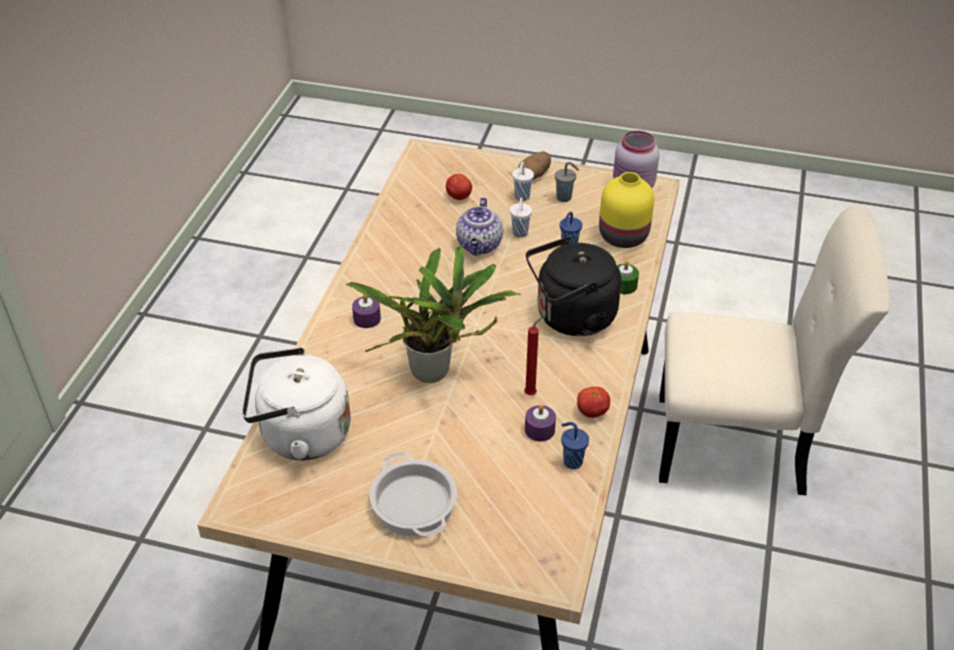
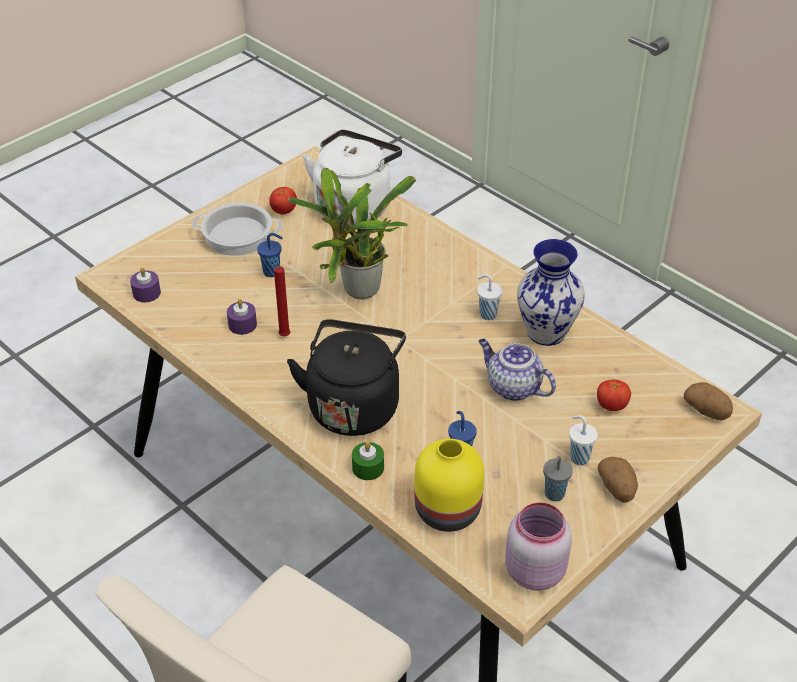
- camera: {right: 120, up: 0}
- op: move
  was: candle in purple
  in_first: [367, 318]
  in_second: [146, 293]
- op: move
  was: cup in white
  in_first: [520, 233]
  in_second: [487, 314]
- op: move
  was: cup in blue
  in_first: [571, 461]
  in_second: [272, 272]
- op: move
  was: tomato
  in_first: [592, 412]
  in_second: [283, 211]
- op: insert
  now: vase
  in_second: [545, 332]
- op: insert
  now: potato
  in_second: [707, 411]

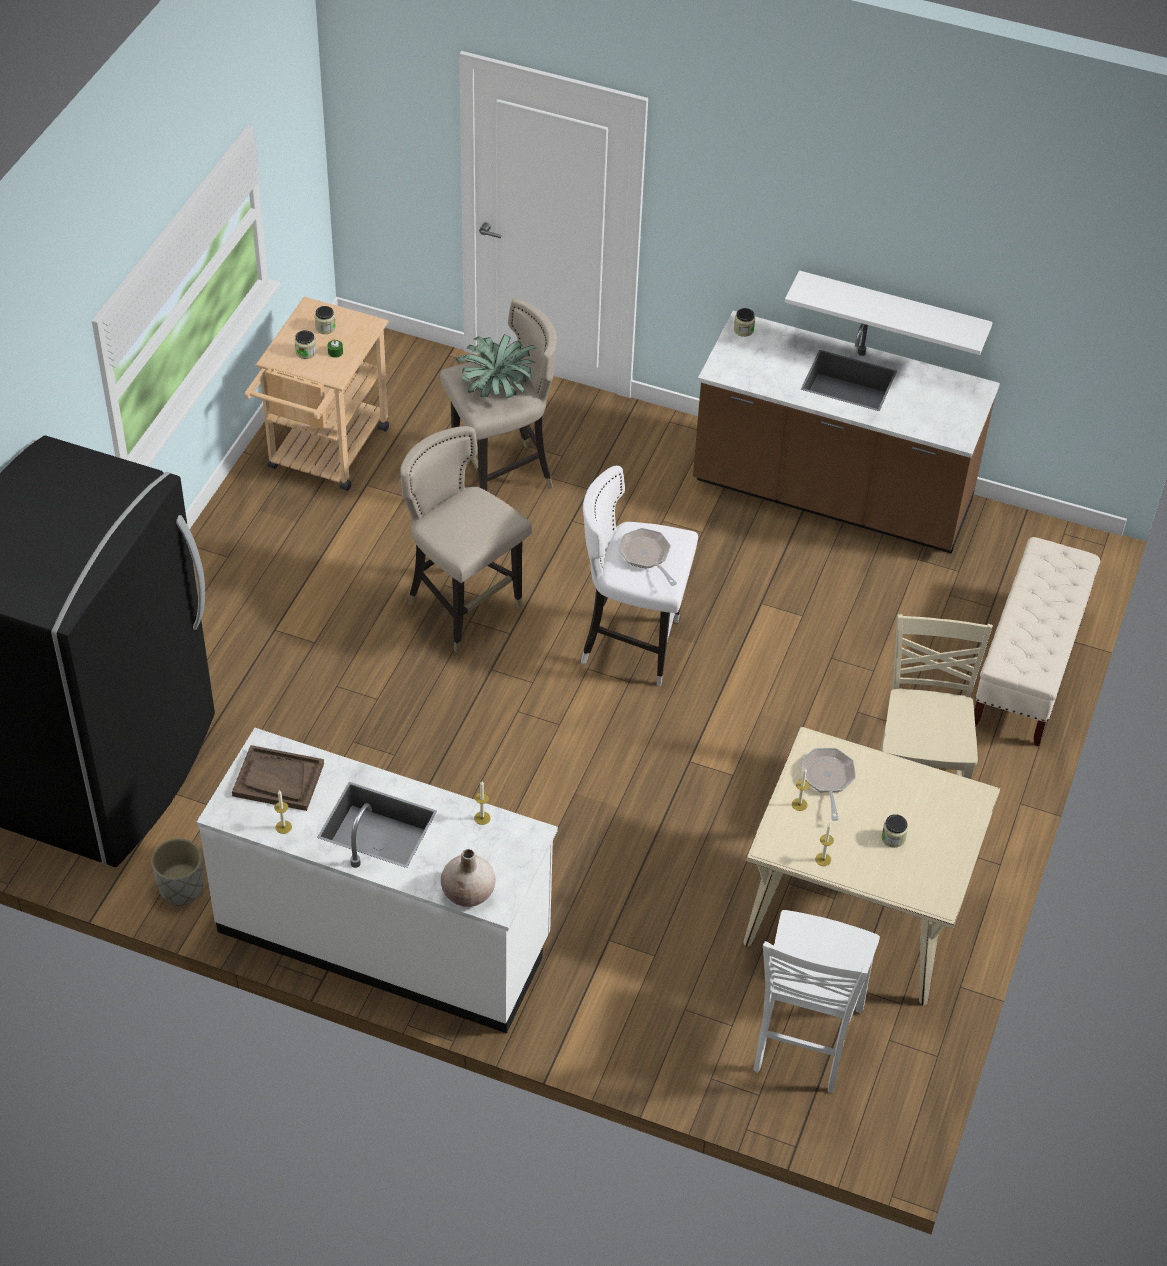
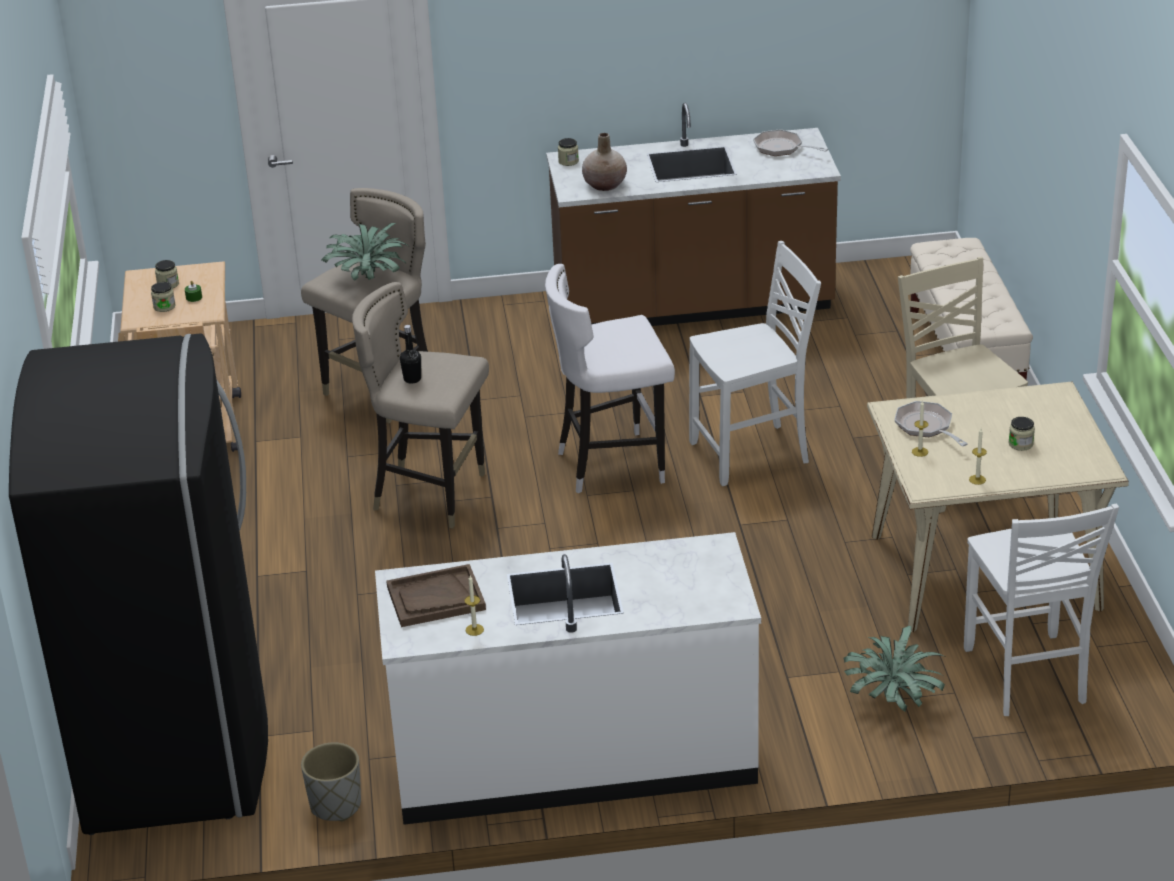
- camera: {right: -25, up: -15}
- op: move
  was: vase in beige
  in_first: [468, 892]
  in_second: [605, 185]
- op: delete
  was: candle
  in_first: [482, 818]
- op: move
  was: frying pan
  in_first: [646, 556]
  in_second: [782, 148]
- op: delete
  was: shelf in white
  in_first: [892, 312]
- op: insert
  now: bottle in black
  in_second: [412, 379]
- op: insert
  now: chair in white
  in_second: [752, 454]
- op: insert
  now: potted plant
  in_second: [894, 699]

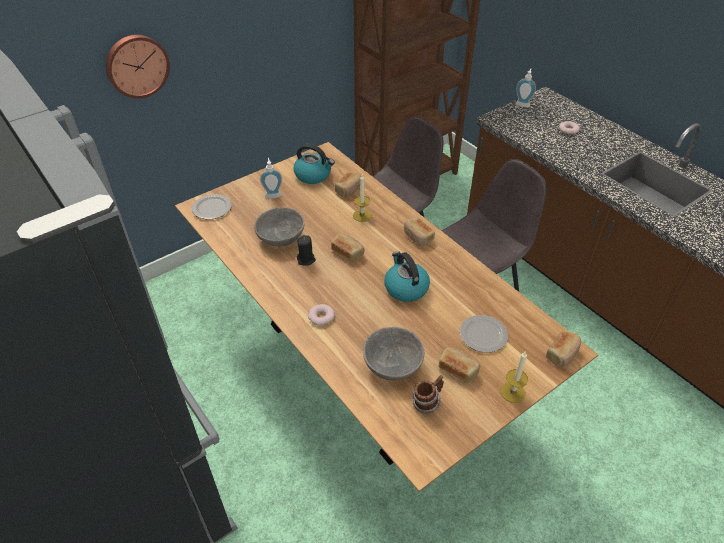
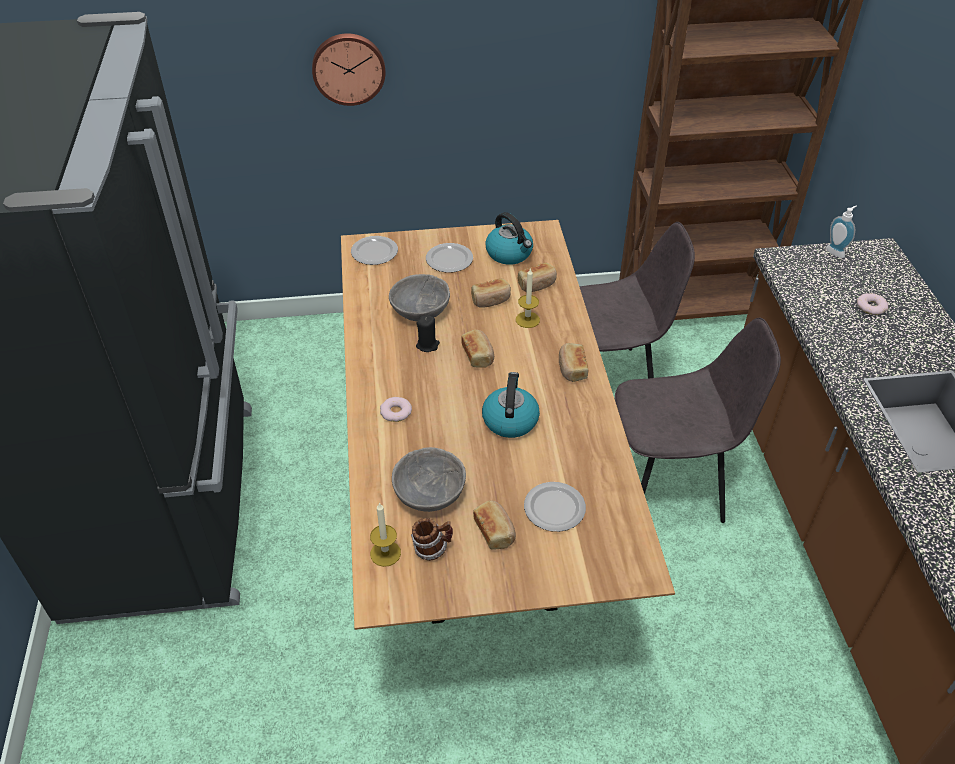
- camera: {right: 30, up: 0}
- op: replace
  was: soap dispenser
  now: plate
  in_first: [273, 194]
  in_second: [448, 260]
- op: move
  was: candle
  in_first: [512, 392]
  in_second: [385, 553]
- op: move
  was: bread
  in_first: [562, 354]
  in_second: [491, 300]

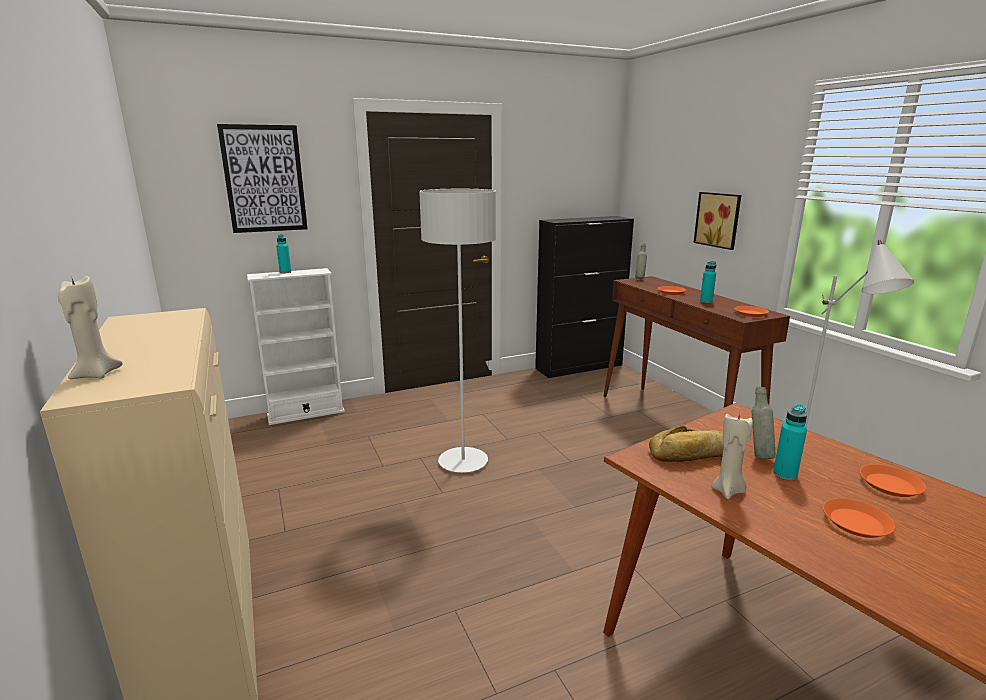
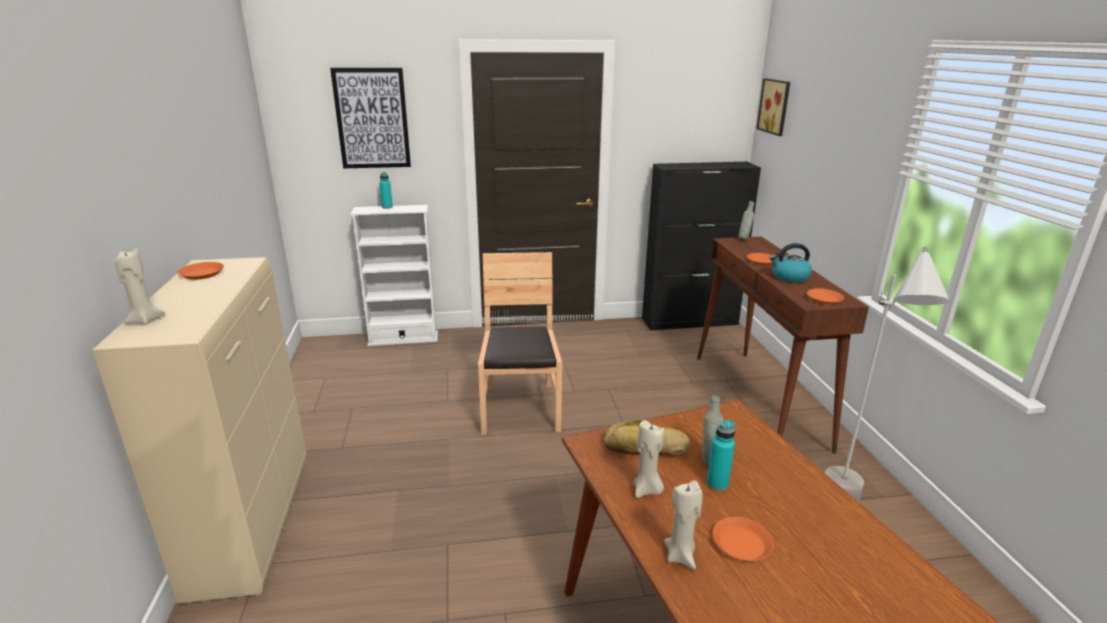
- camera: {right: 15, up: 5}
- op: replace
  was: floor lamp in grey
  now: chair in brown
  in_first: [463, 462]
  in_second: [520, 408]
- op: move
  was: picture
  in_first: [719, 220]
  in_second: [776, 106]
- op: replace
  was: bottle in turquoise
  now: kettle
  in_first: [706, 301]
  in_second: [789, 277]
- op: move
  was: plate in orange
  in_first: [889, 485]
  in_second: [202, 274]
- op: insert
  now: candle in beige
  in_second: [681, 556]

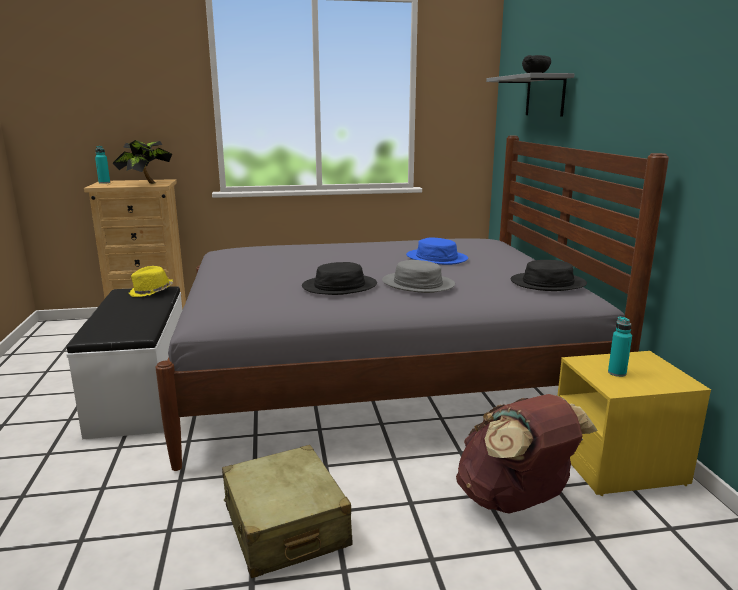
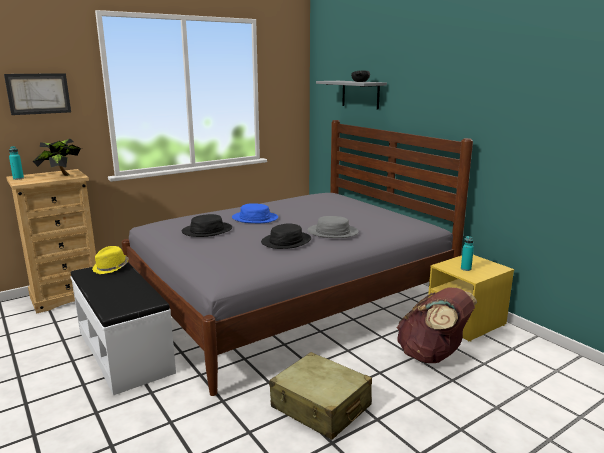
- camera: {right: -25, up: 0}
- op: move
  was: hat in blue
  in_first: [436, 258]
  in_second: [255, 218]
- op: move
  was: hat in black
  in_first: [547, 283]
  in_second: [207, 230]
- op: insert
  now: picture
  in_second: [38, 93]

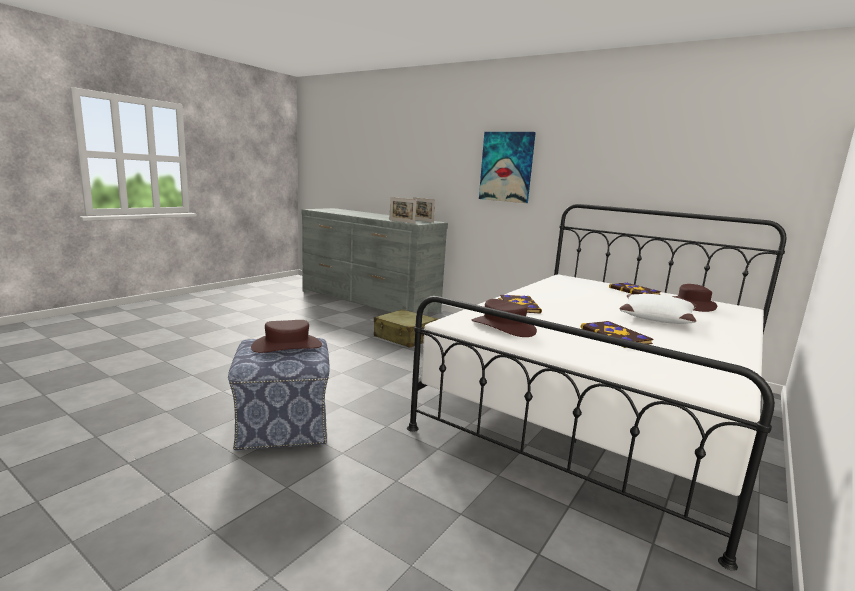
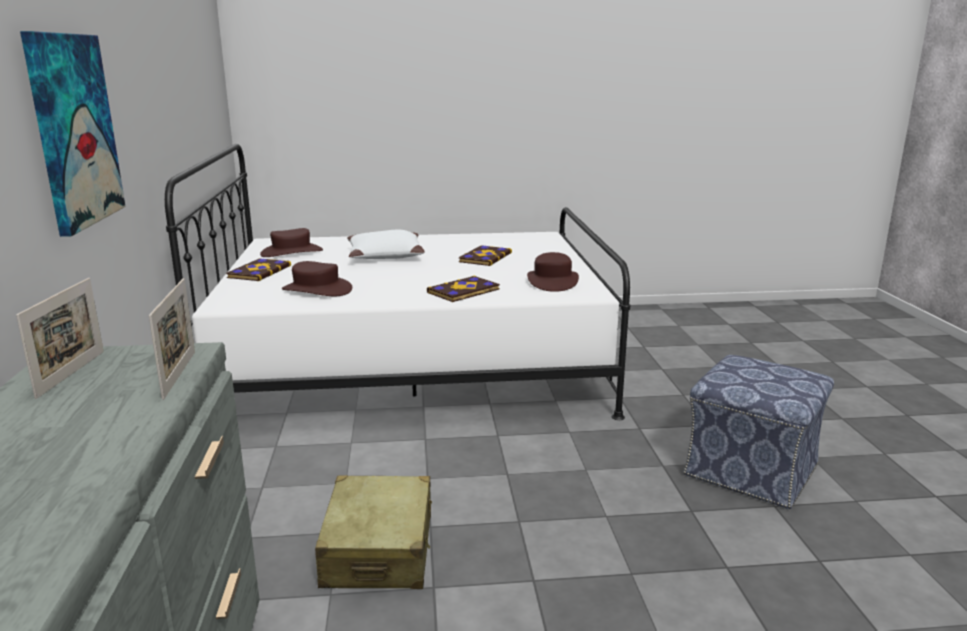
- camera: {right: -130, up: 5}
- op: move
  was: hat in brown
  in_first: [287, 346]
  in_second: [316, 290]

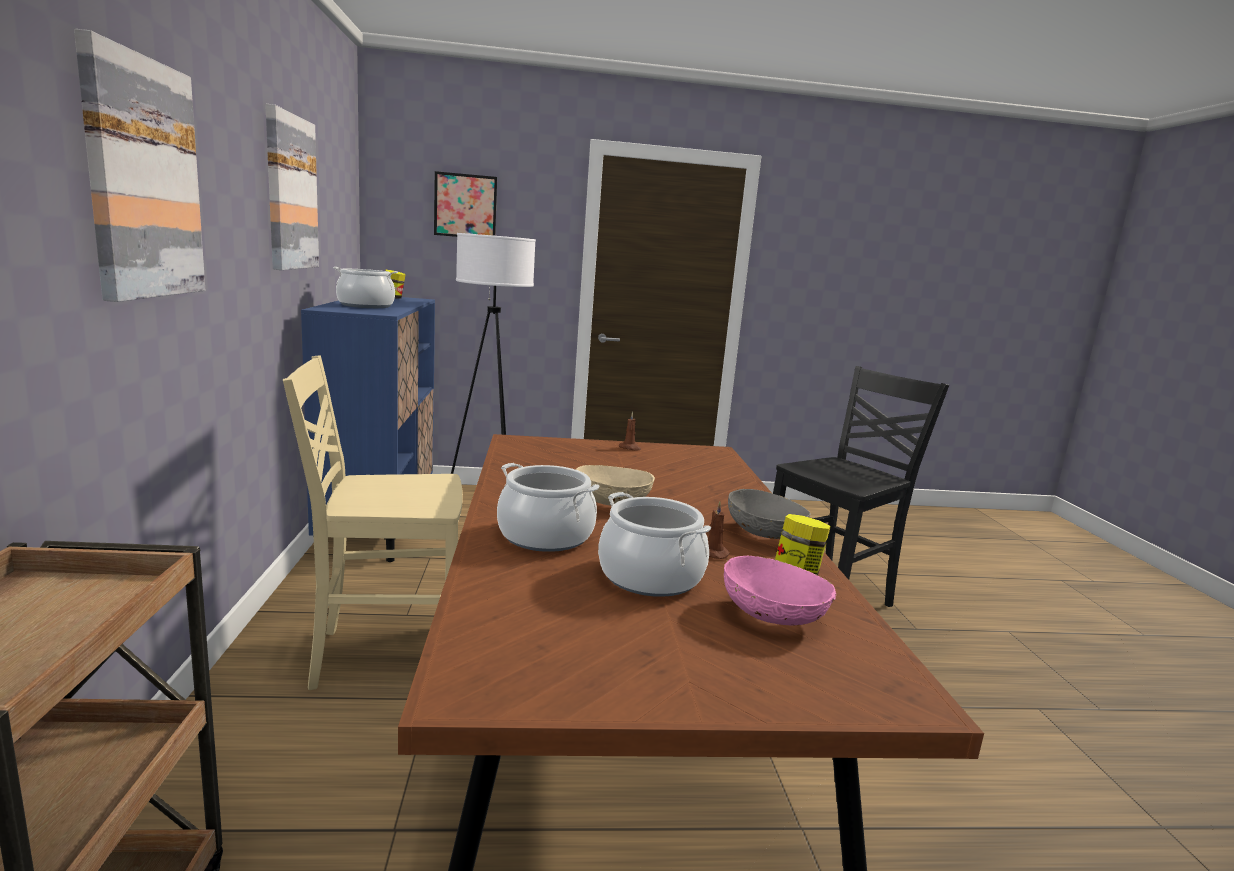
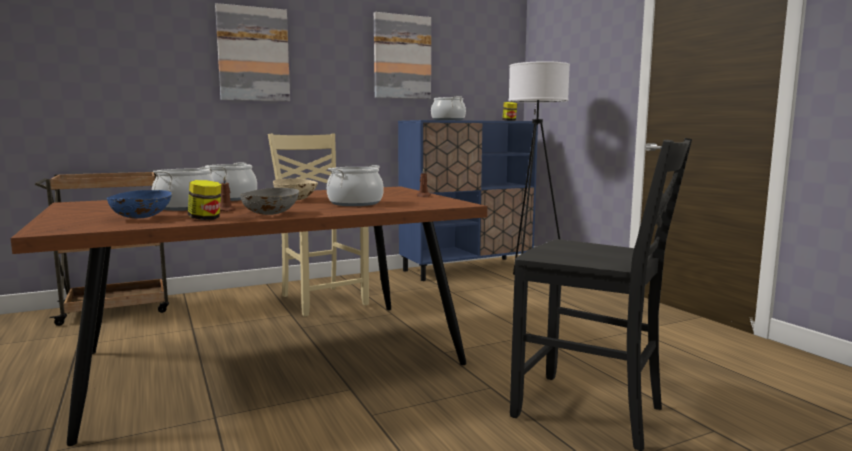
- camera: {right: 70, up: -5}
- op: delete
  was: picture
  in_first: [465, 206]
- op: recolor
  was: bowl in pink
  now: bowl in blue
  in_first: [773, 616]
  in_second: [142, 218]
- op: insert
  now: cooking pot
  in_second: [355, 203]

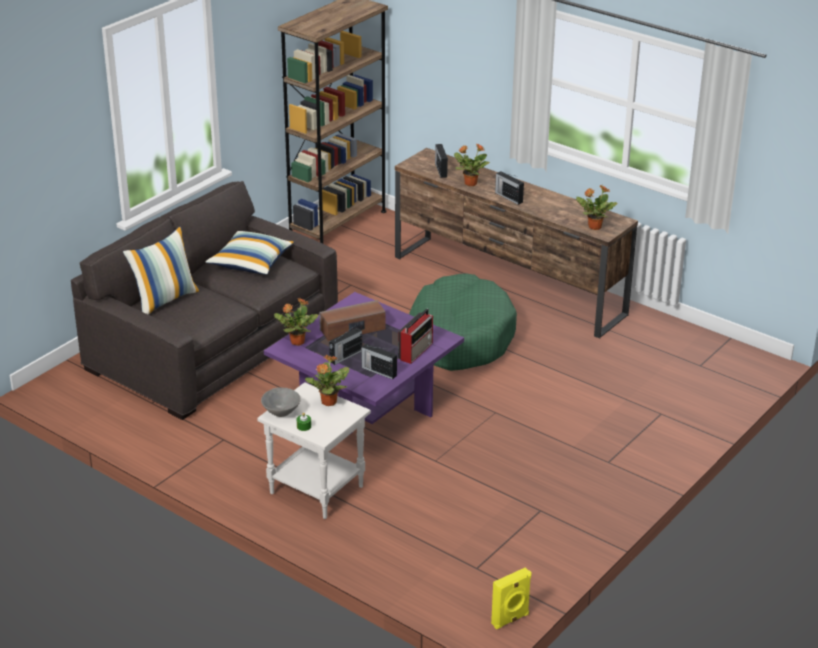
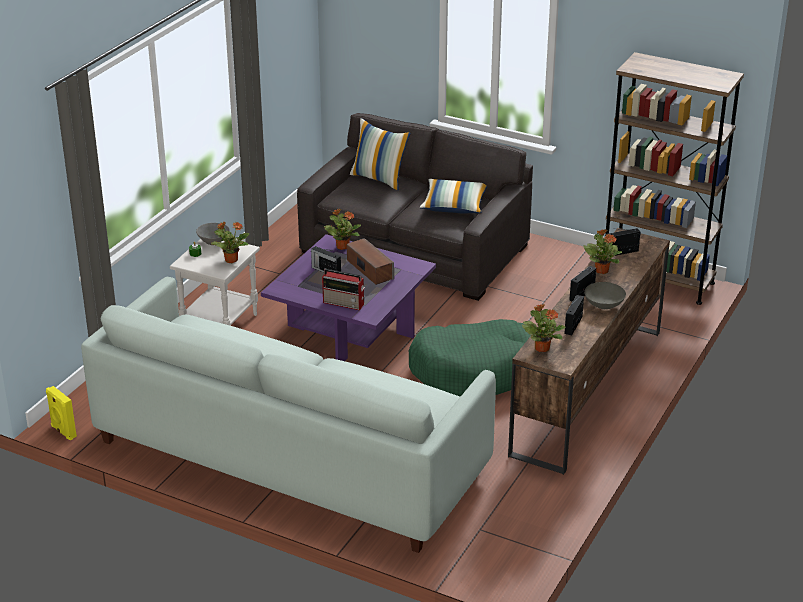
- camera: {right: 80, up: 0}
- op: move
  was: radio
  in_first: [378, 371]
  in_second: [573, 325]
- op: insert
  now: sofa in white
  in_second: [290, 456]
- op: insert
  now: bowl in grey
  in_second: [604, 305]

